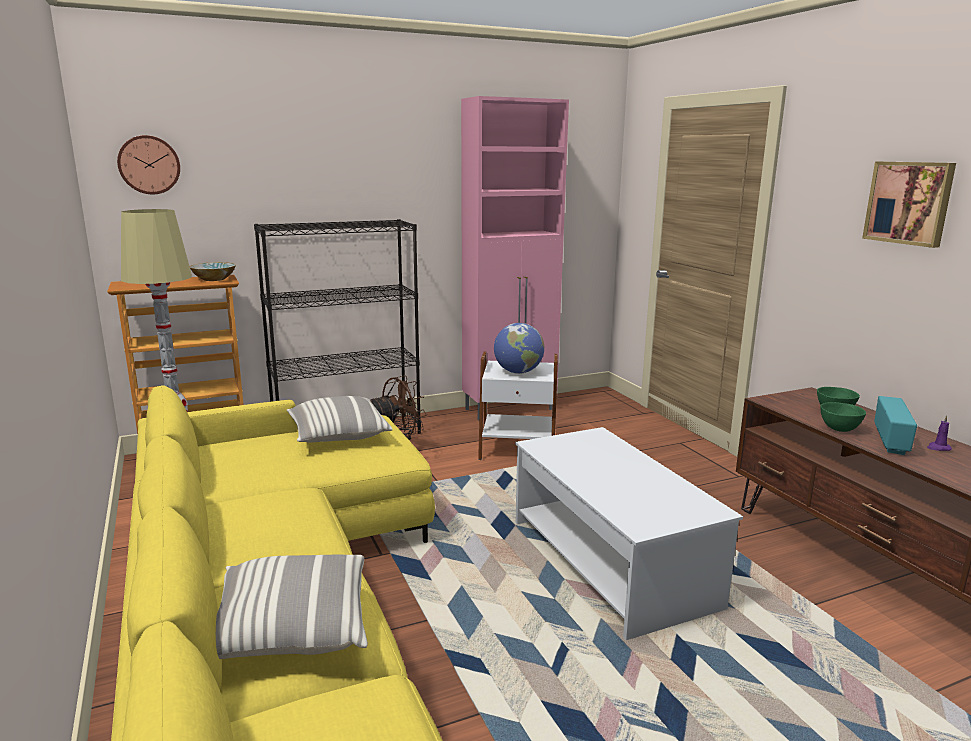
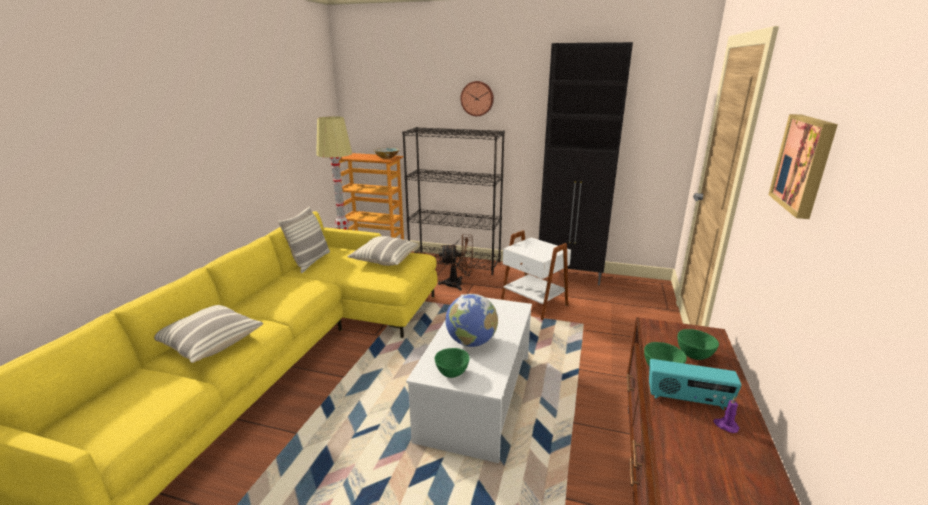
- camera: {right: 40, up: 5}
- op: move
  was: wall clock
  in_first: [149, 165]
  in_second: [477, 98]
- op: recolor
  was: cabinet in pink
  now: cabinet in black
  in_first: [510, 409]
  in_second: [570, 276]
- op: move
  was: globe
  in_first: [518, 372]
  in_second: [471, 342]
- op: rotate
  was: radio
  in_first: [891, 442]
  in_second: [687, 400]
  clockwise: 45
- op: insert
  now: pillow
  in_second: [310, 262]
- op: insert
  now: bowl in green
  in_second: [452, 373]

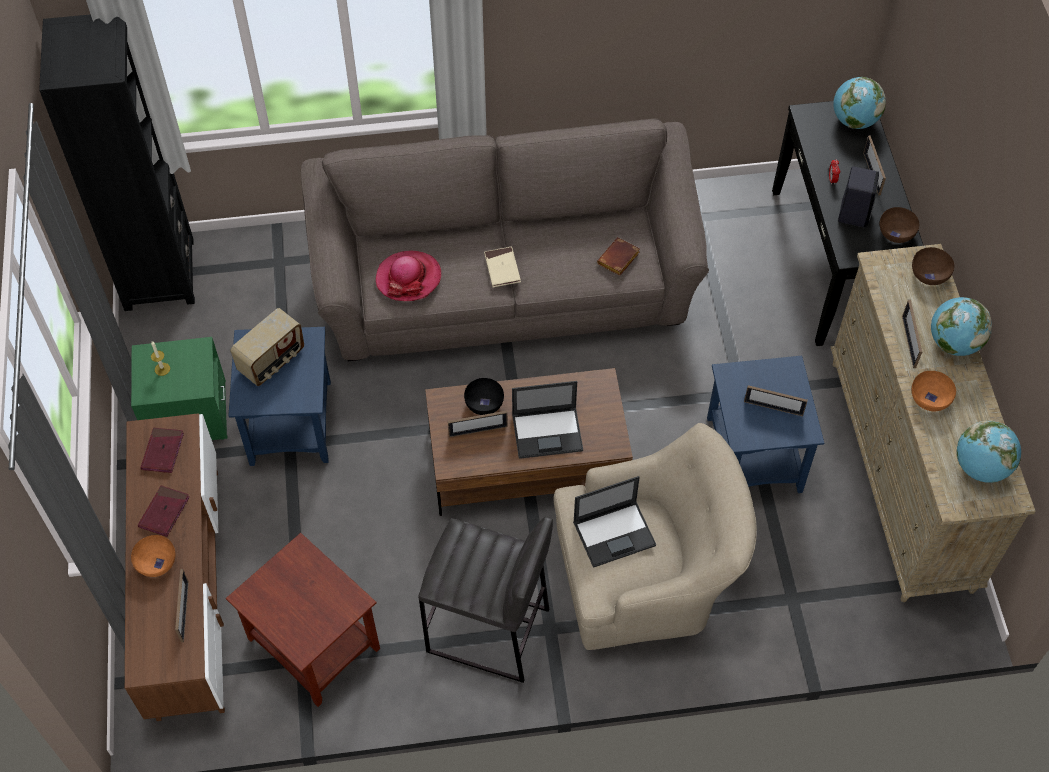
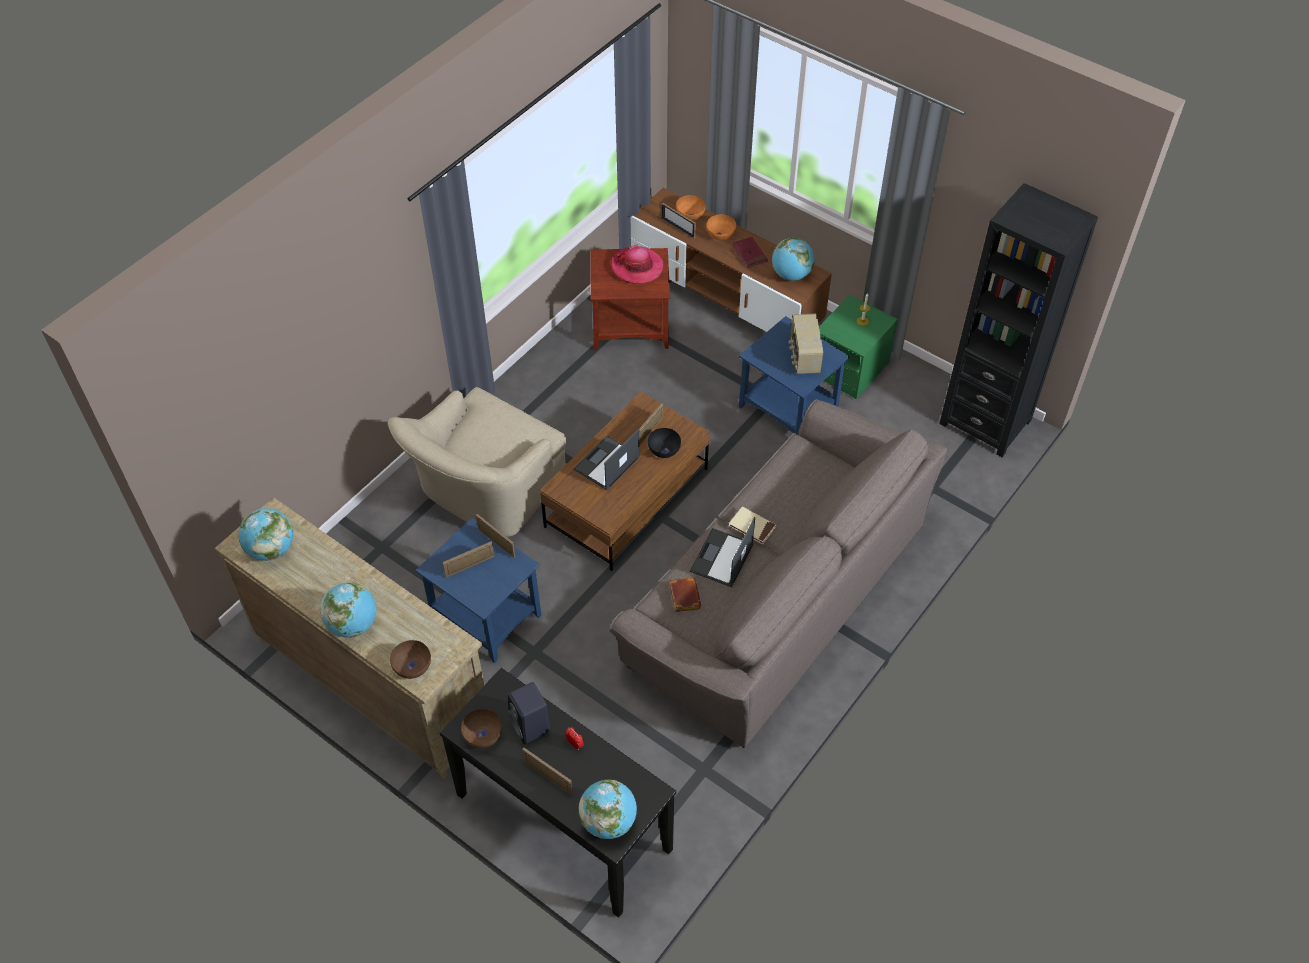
- camera: {right: 135, up: -5}
- op: replace
  was: book in red
  now: globe
  in_first: [163, 451]
  in_second: [791, 275]
- op: move
  was: hat
  in_first: [408, 278]
  in_second: [637, 267]
- op: delete
  was: stool in grey
  in_first: [488, 632]
- op: move
  was: laptop
  in_first: [615, 533]
  in_second: [721, 559]
- op: move
  was: picture frame
  in_first: [908, 342]
  in_second: [496, 542]
- op: move
  was: bowl in orange
  in_first: [929, 399]
  in_second: [690, 214]

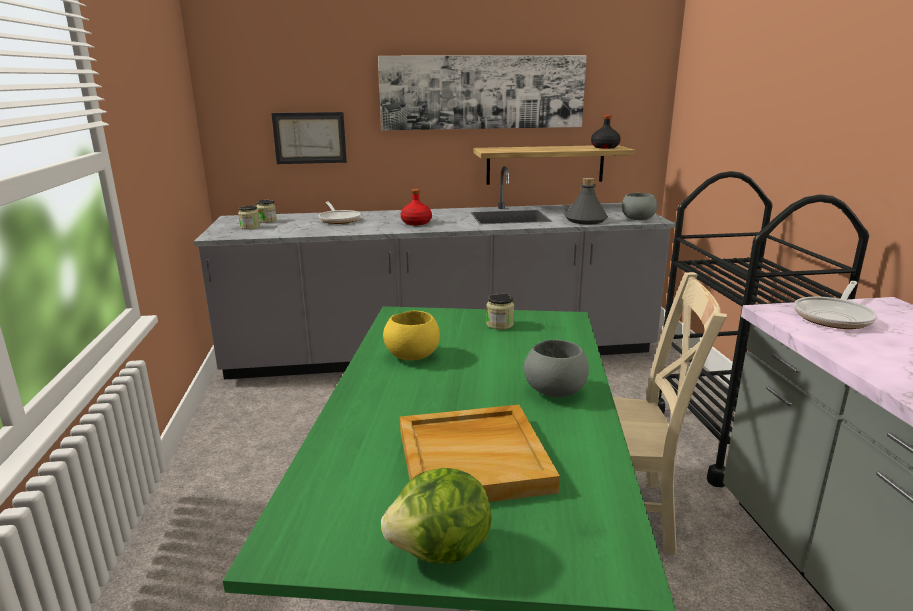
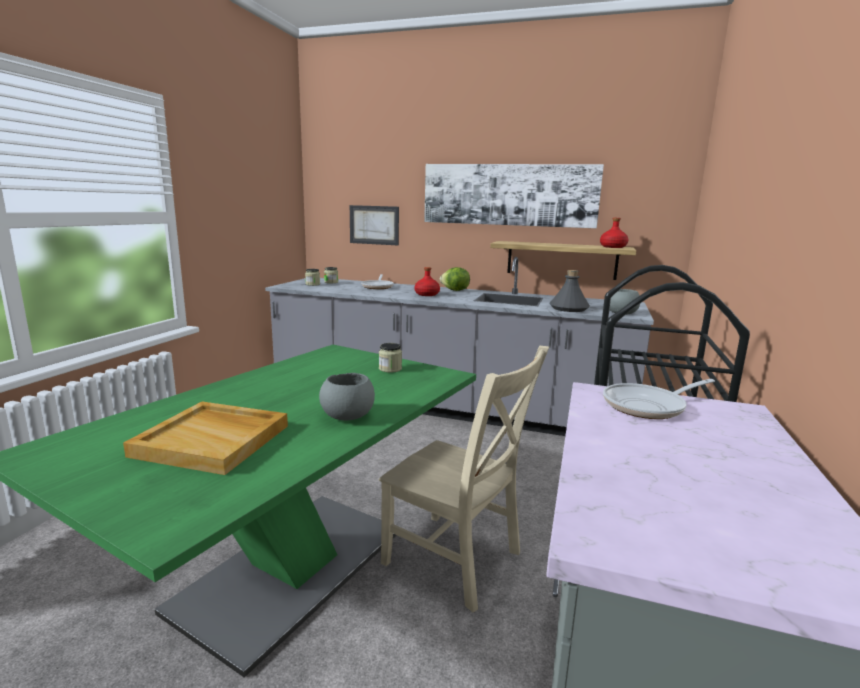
- camera: {right: 25, up: -5}
- op: move
  was: lettuce
  in_first: [441, 551]
  in_second: [455, 290]
- op: delete
  was: bowl in yellow
  in_first: [413, 355]
- op: recolor
  was: bottle in black
  now: bottle in red
  in_first: [604, 147]
  in_second: [612, 247]

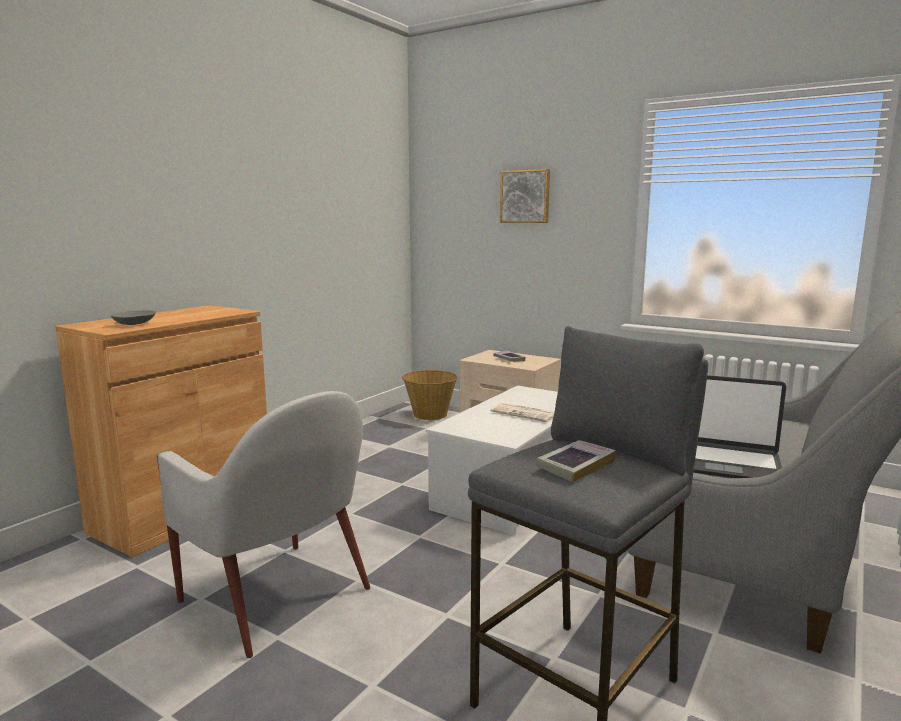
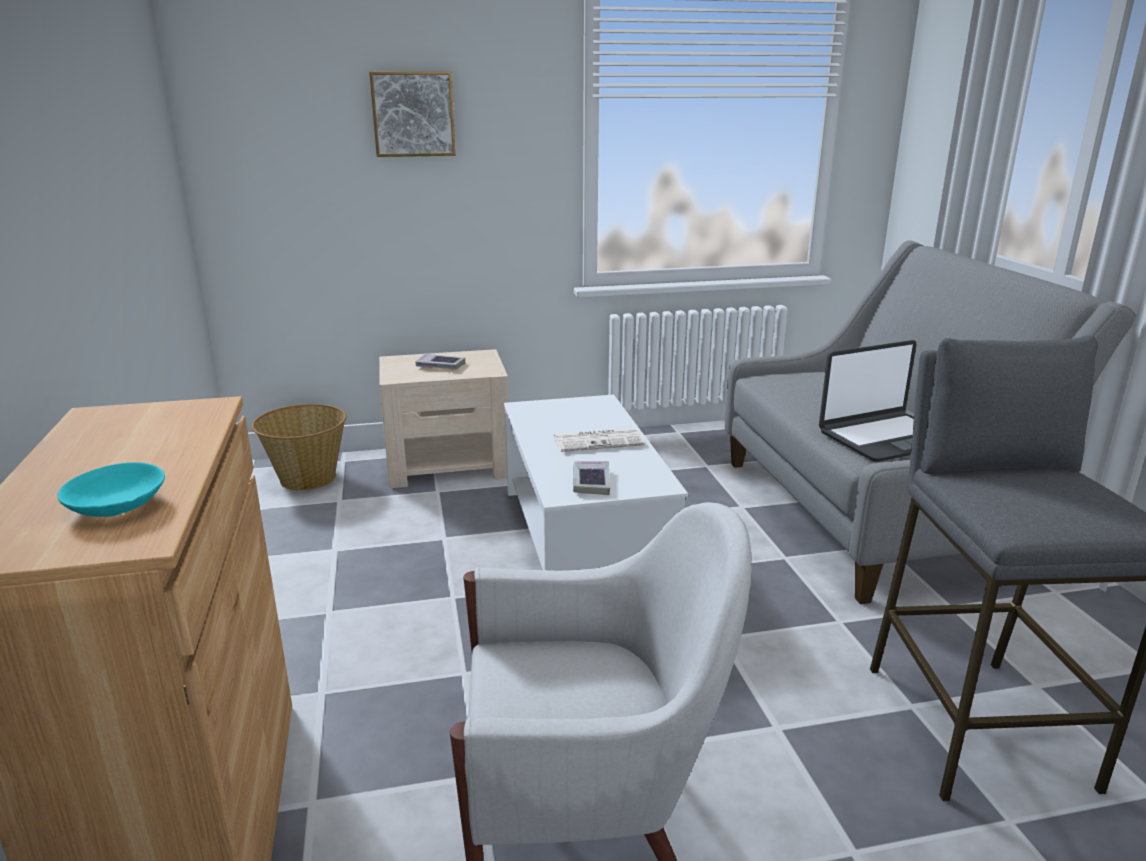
- camera: {right: -45, up: 10}
- op: recolor
  was: bowl in grey
  now: bowl in turquoise
  in_first: [134, 324]
  in_second: [117, 506]
- op: move
  was: book
  in_first: [575, 465]
  in_second: [591, 482]

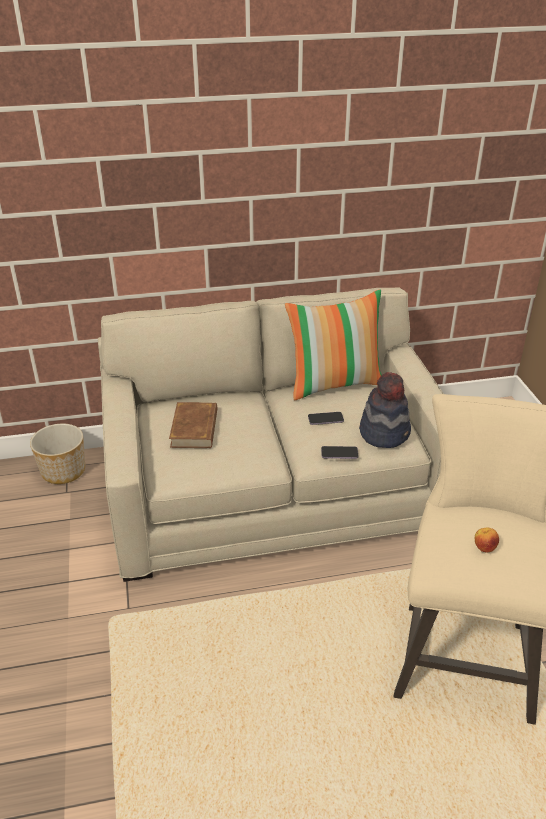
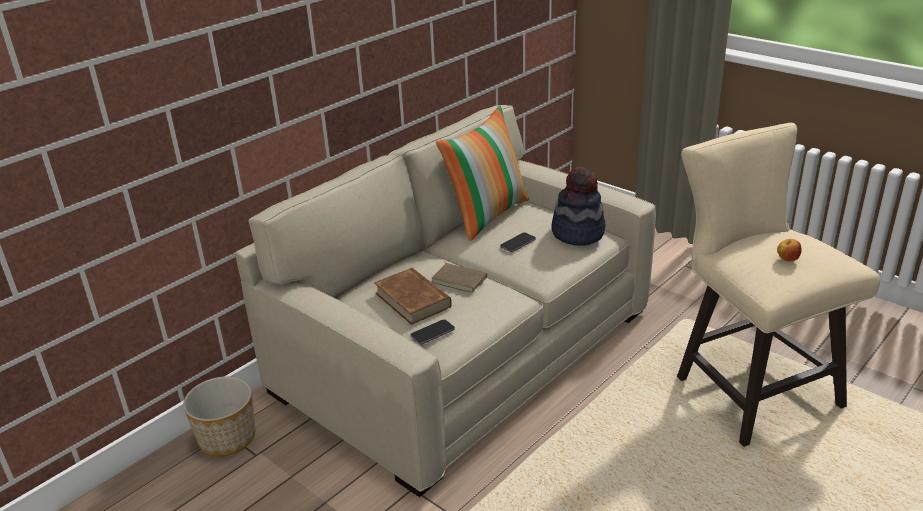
- camera: {right: -35, up: -5}
- op: move
  was: phone
  in_first: [339, 453]
  in_second: [432, 333]
- op: insert
  now: book in brown
  in_second: [460, 279]

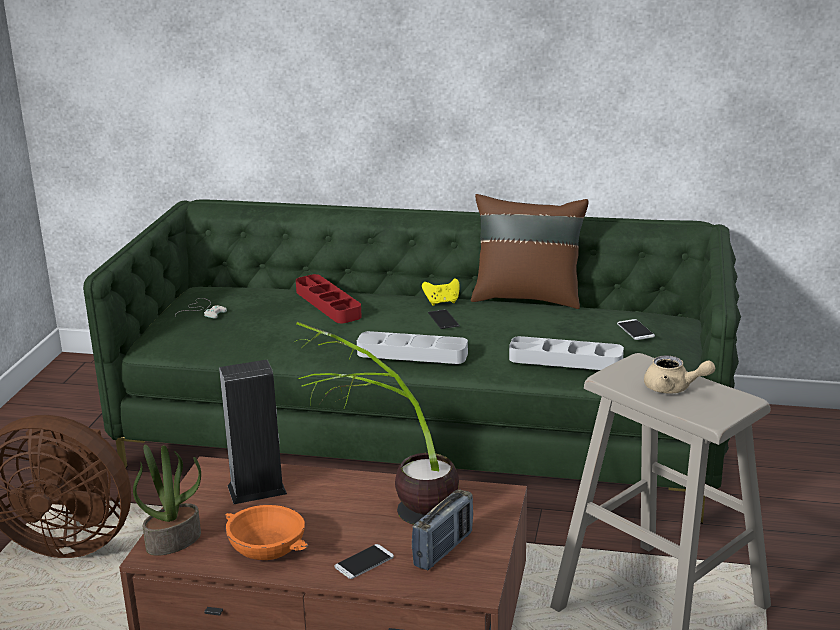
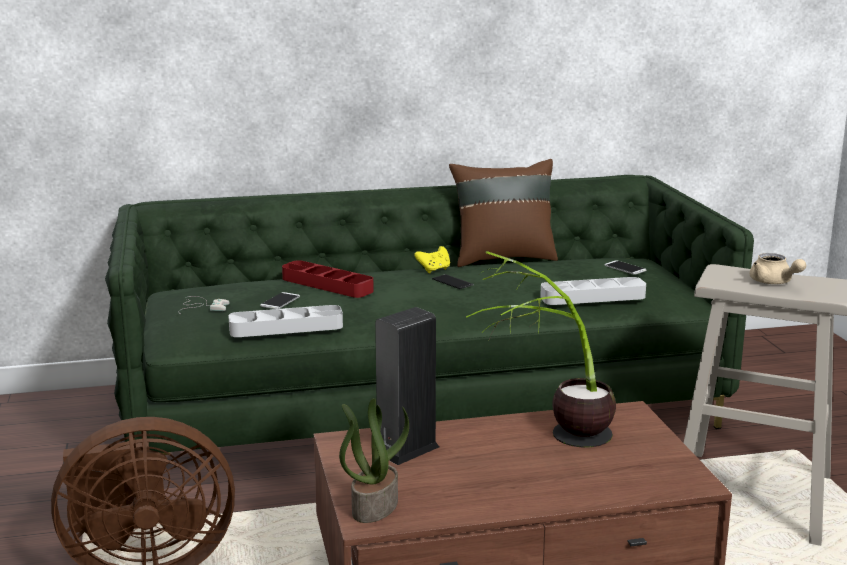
- camera: {right: -25, up: -5}
- op: delete
  was: bowl in orange
  in_first: [266, 549]
- op: move
  was: phone
  in_first: [364, 562]
  in_second: [280, 301]
- op: move
  was: tray in grey
  in_first: [412, 354]
  in_second: [286, 327]
- op: delete
  was: radio
  in_first: [443, 549]
- op: rotate
  was: teapot in beige
  in_first: [673, 388]
  in_second: [774, 282]
  clockwise: 60

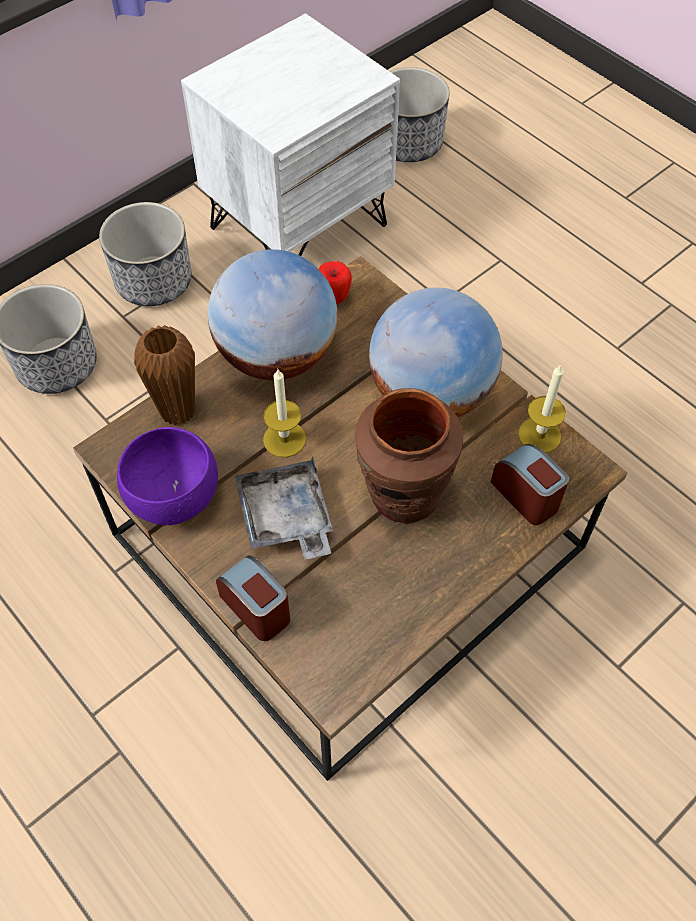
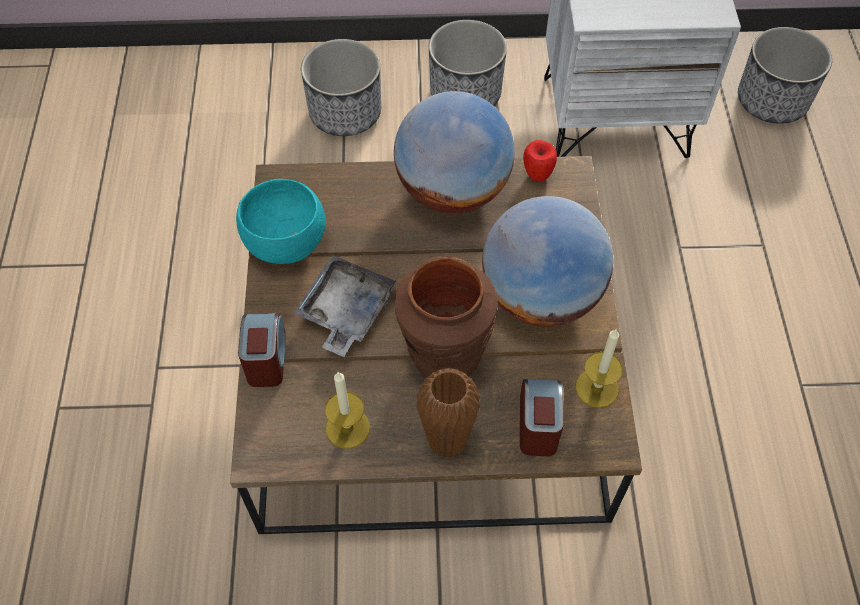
- camera: {right: 40, up: 0}
- op: recolor
  was: bowl in purple
  now: bowl in turquoise
  in_first: [174, 497]
  in_second: [286, 243]
- op: move
  was: vase in brown
  in_first: [178, 411]
  in_second: [446, 441]
- op: move
  was: candle
  in_first: [284, 439]
  in_second: [347, 428]

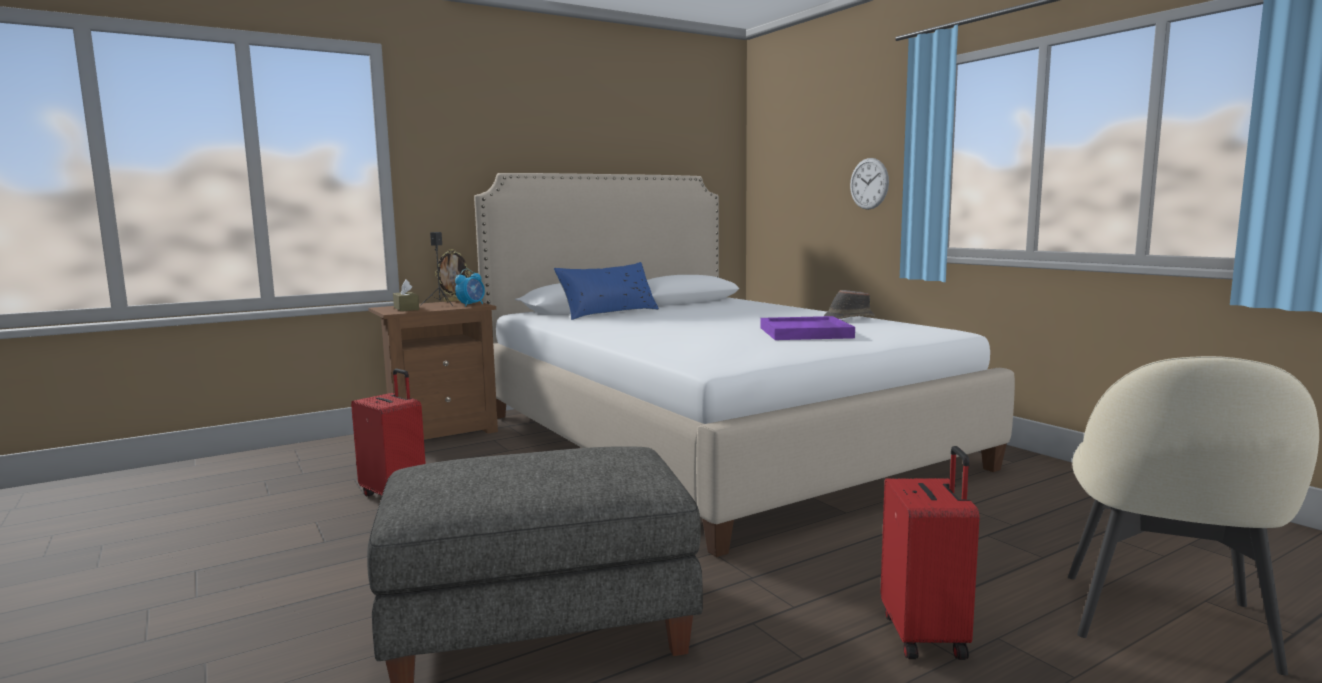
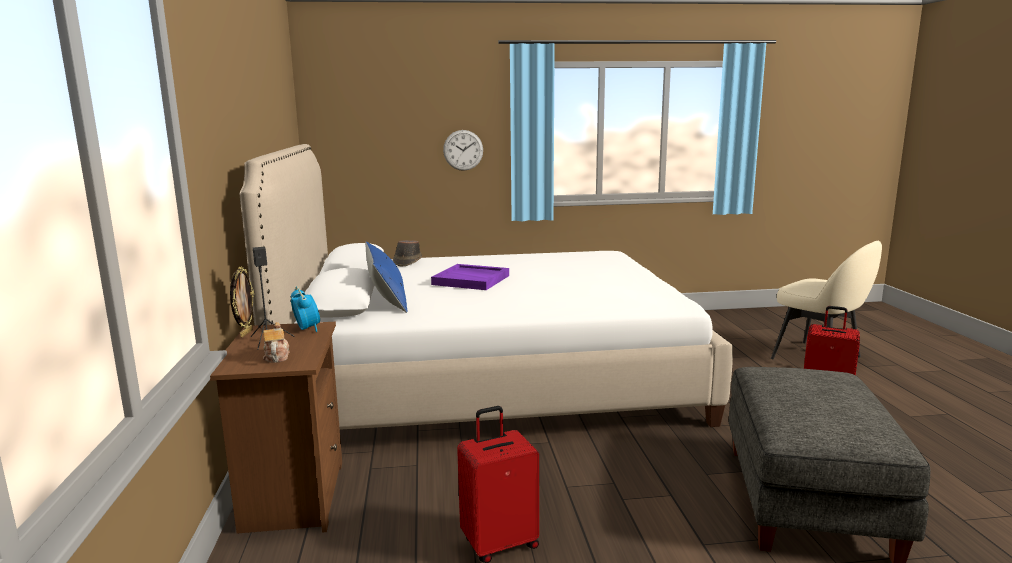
- camera: {right: -65, up: 5}
- op: replace
  was: tissue box in brown
  now: teapot
  in_first: [406, 308]
  in_second: [276, 357]
- op: move
  was: tray in purple
  in_first: [806, 333]
  in_second: [472, 280]
- op: move
  was: hat in brown
  in_first: [848, 319]
  in_second: [407, 262]

